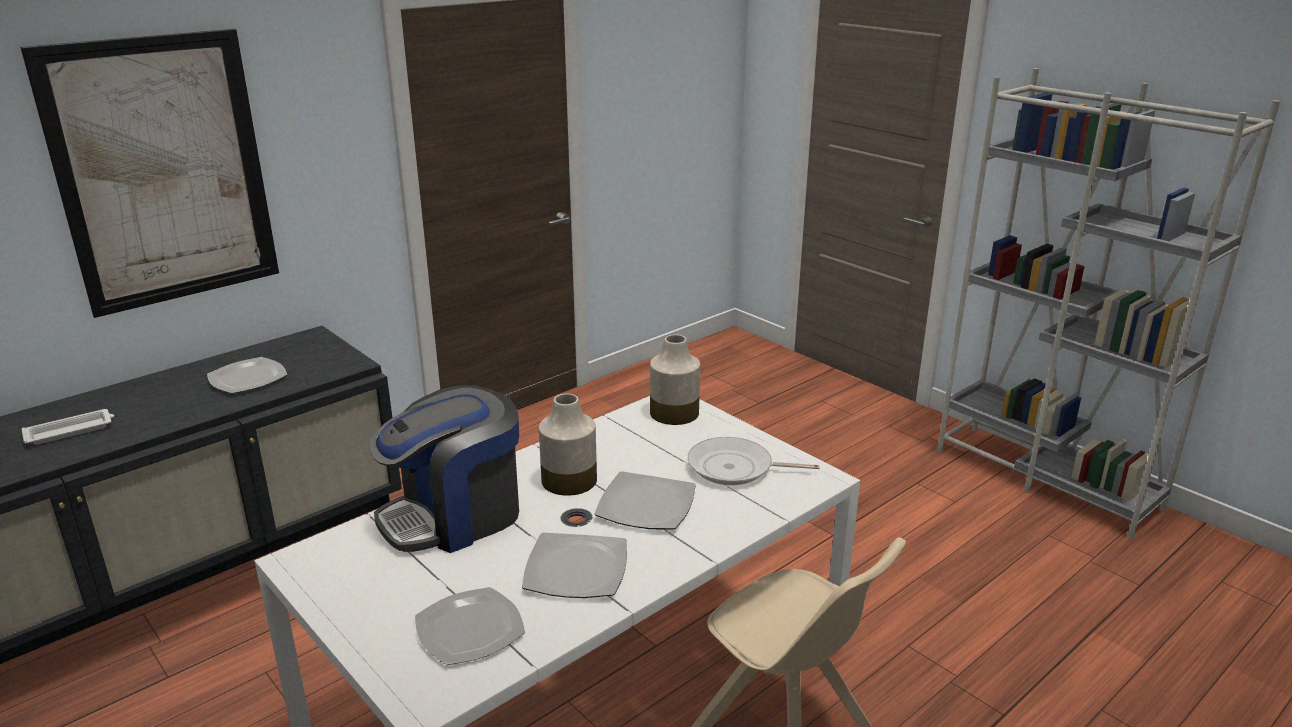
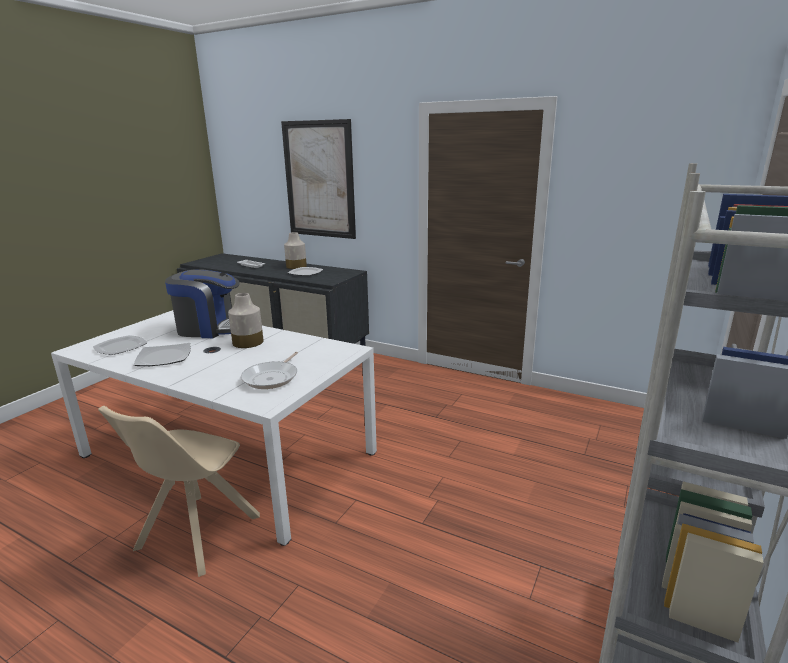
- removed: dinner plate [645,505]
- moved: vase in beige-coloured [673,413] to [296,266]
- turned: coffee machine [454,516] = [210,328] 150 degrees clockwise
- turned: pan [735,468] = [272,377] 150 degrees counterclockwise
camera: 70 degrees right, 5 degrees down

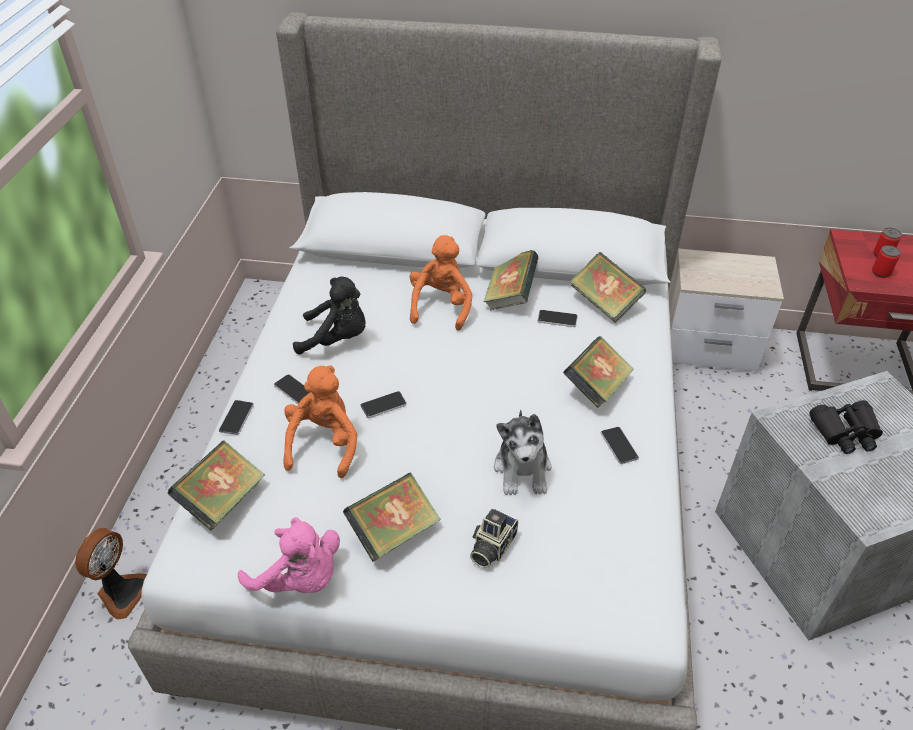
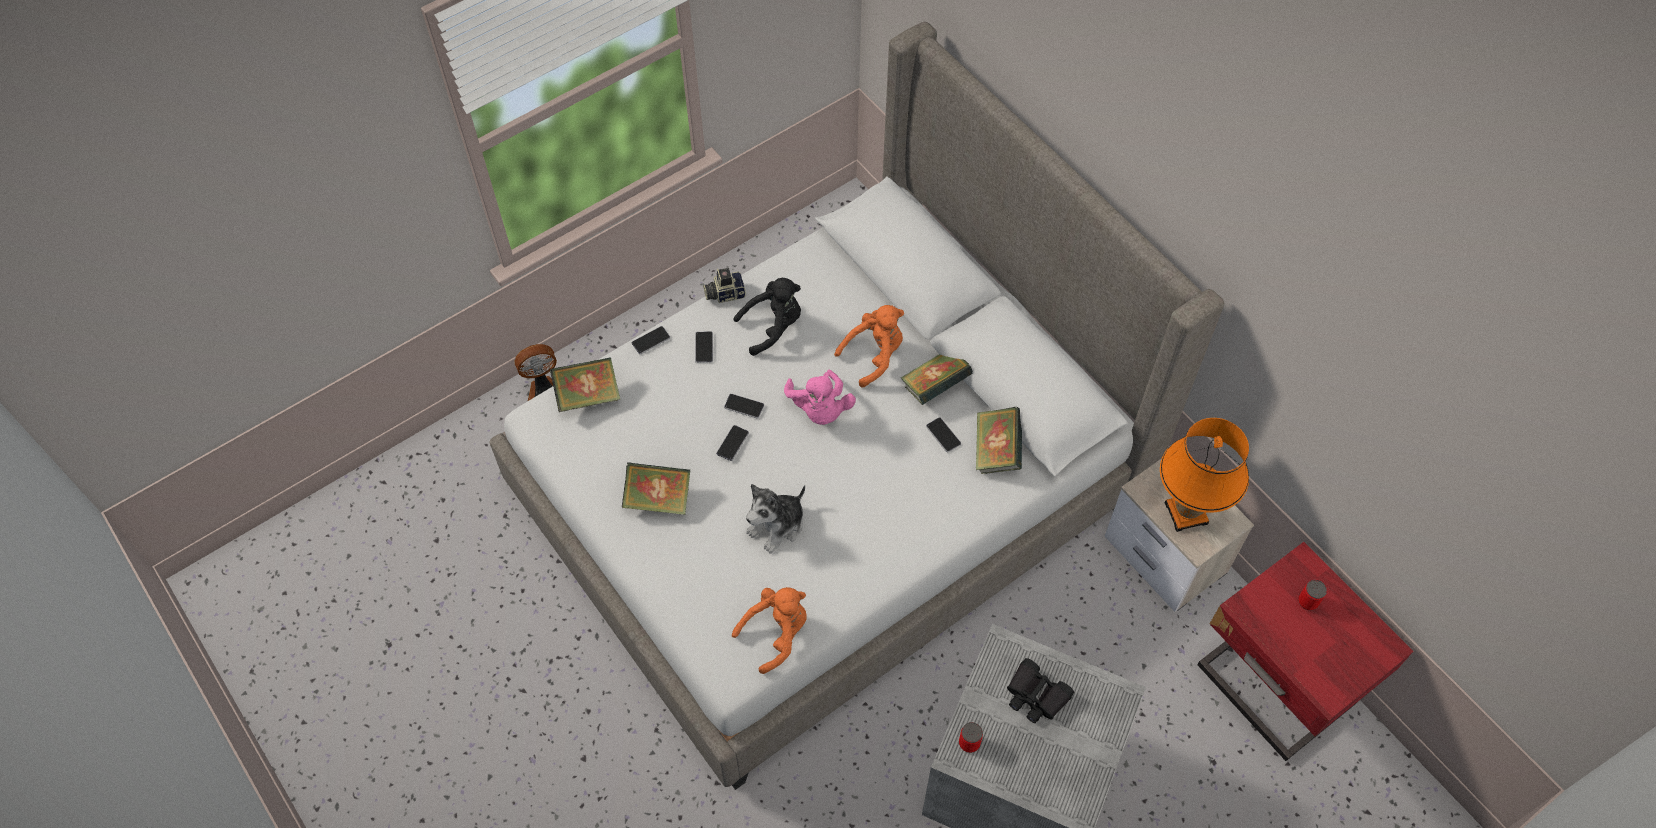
- removed: volume [596,387]
- added: lamp for a table in orangey [1186,513]
- moved: cuddly toy in pink [300,579] to [820,409]
- moved: cuddly toy in orangey [324,443] to [776,633]
- moved: still camera [491,546] to [724,293]
- moved: handset [619,446] to [732,443]
- moved: metal can [881,272] to [969,743]
- turned: cuddly toy in blackish [337,339] = [773,326] 75 degrees counterclockwise
camera: 45 degrees right, 15 degrees up

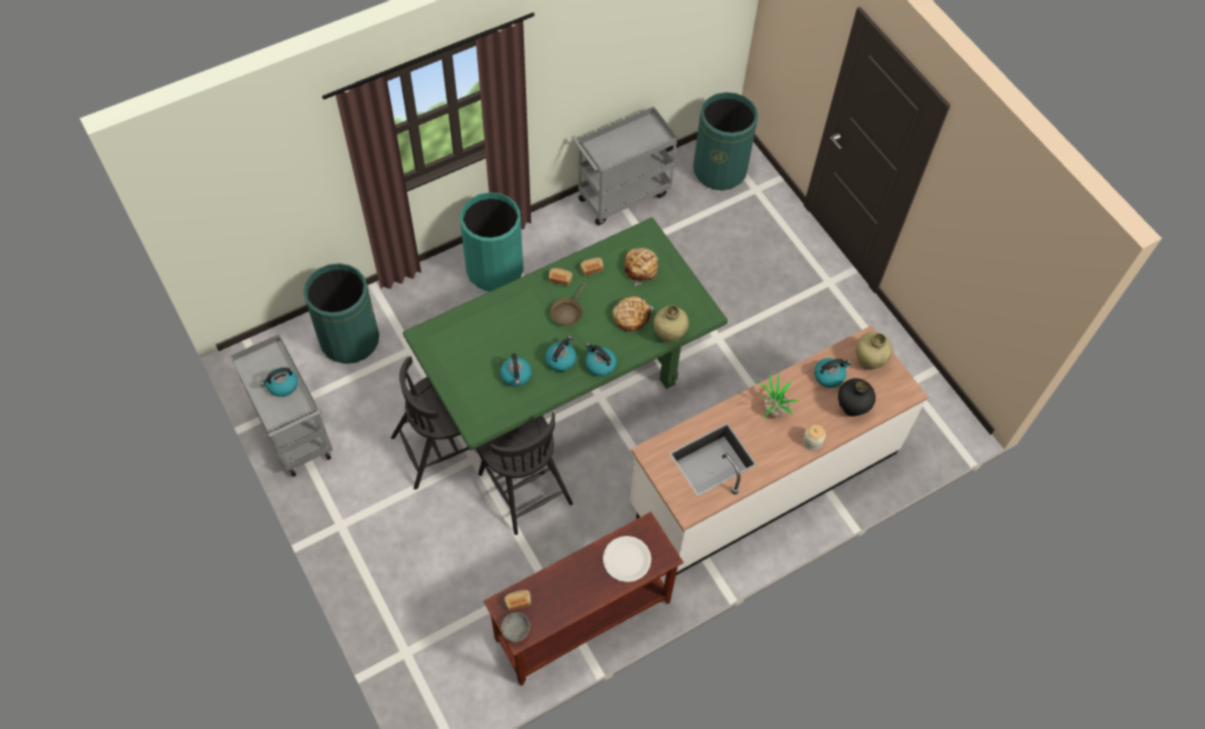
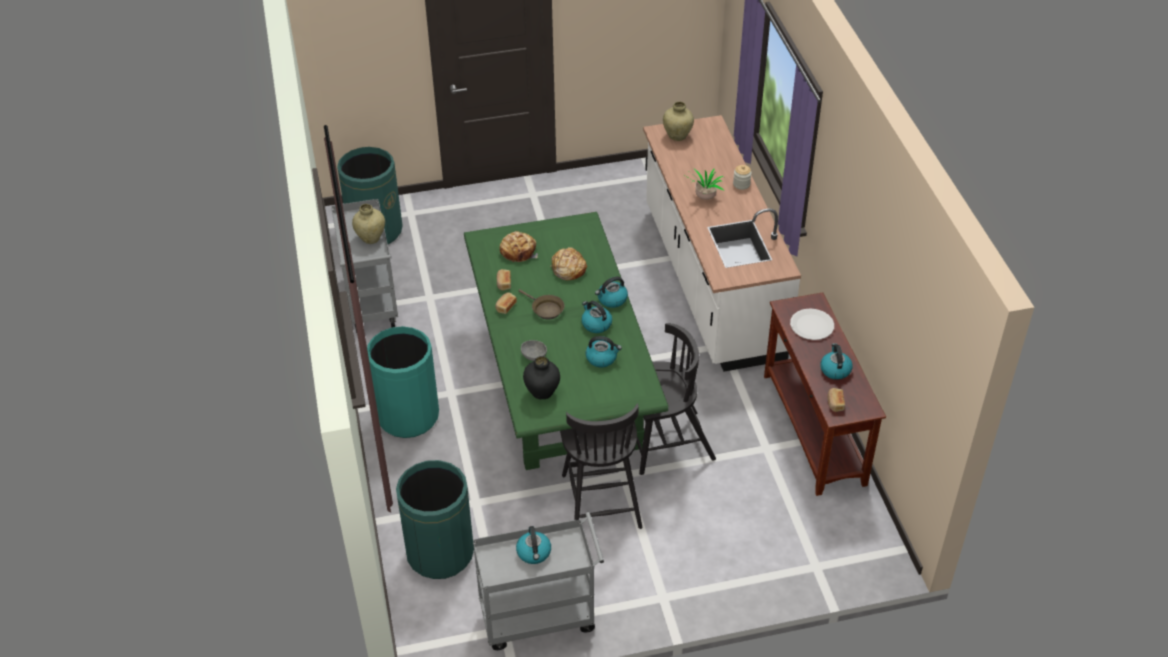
- moved: deep dish in gray [516,630] to [534,355]
- moved: vase in beige-coloured [669,334] to [371,238]
- moved: kettle [829,376] to [835,369]
- moved: vase in blackish [851,407] to [542,393]
camera: 70 degrees left, 15 degrees down

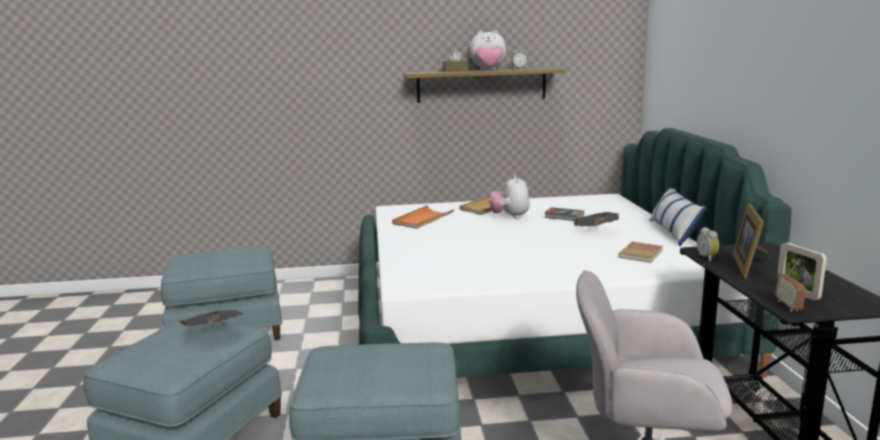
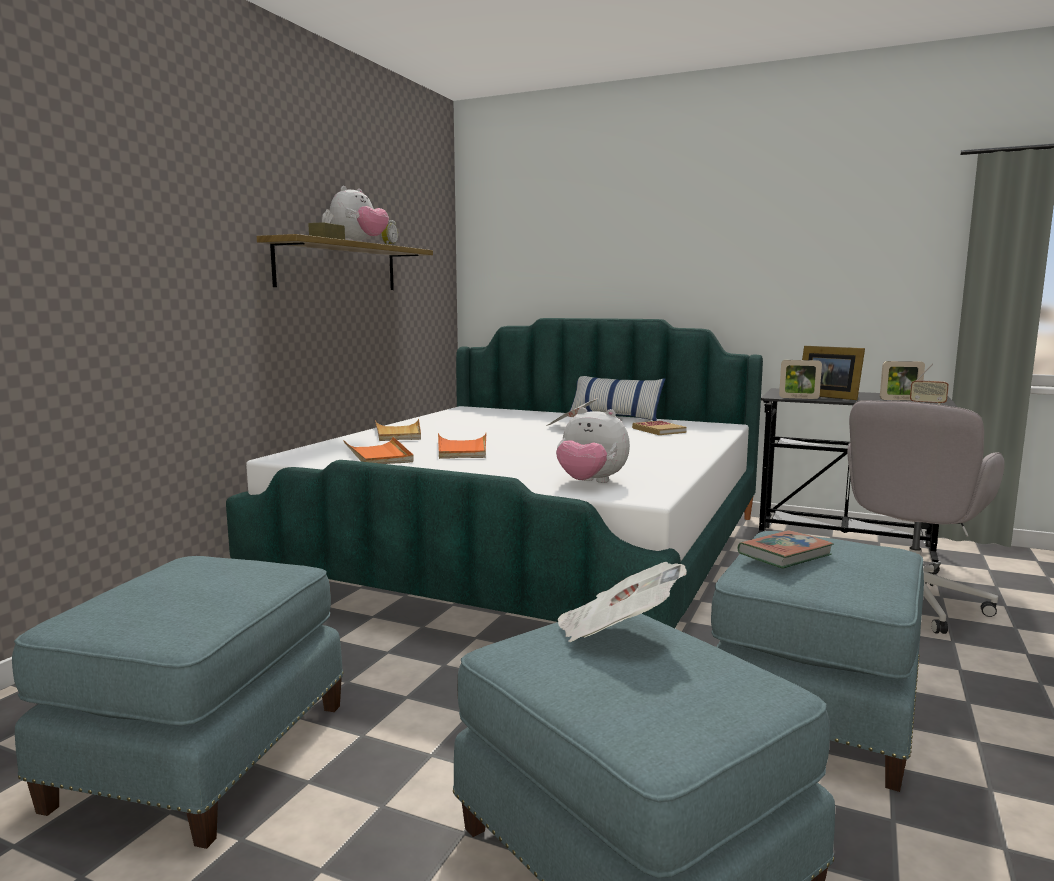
- added: tray in orangey [462,449]
- moved: cuddly toy [510,217] to [590,483]
- moved: volume [564,217] to [784,554]
- replaced: bedside clock [707,258] to picture frame [799,398]
camera: 60 degrees left, 5 degrees down

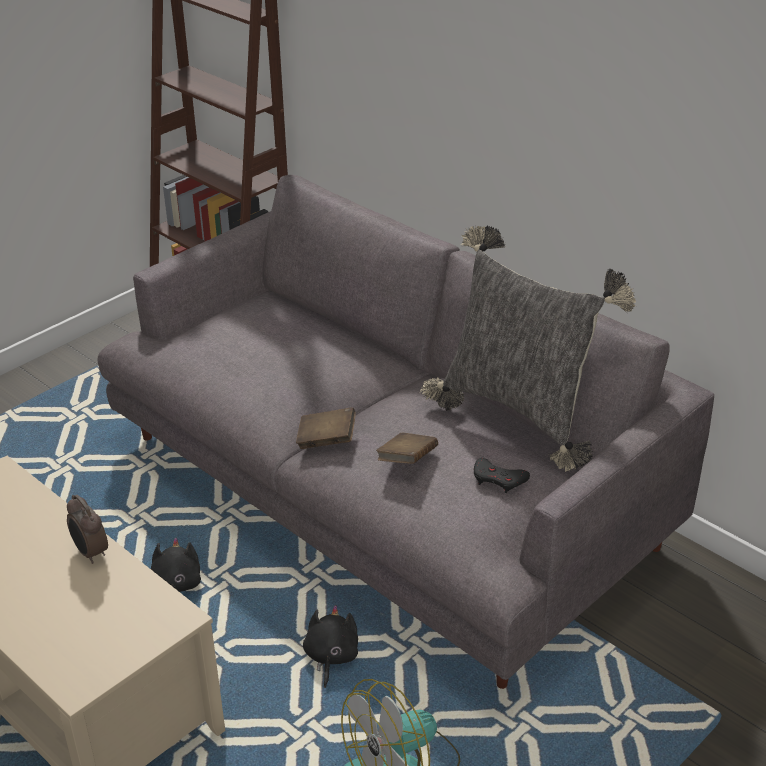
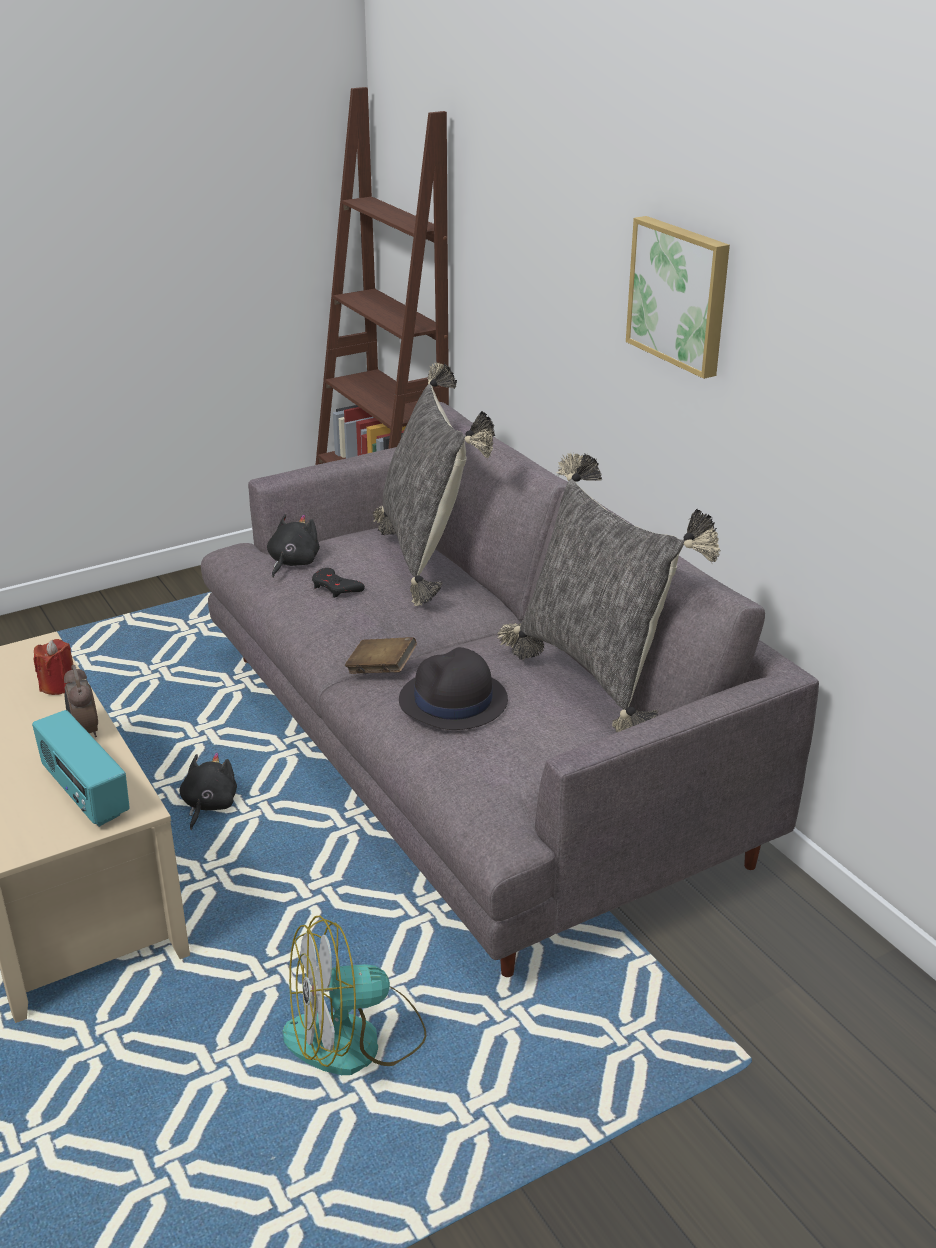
- added: radio [84,795]
- added: wax candle in reddish [59,685]
- added: cushion [432,566]
- added: picture [680,294]
- moved: cuddly toy in blackish [331,657] to [292,563]
- moved: joypad in blackish [498,479] to [336,588]
- replaced: volume in brownish [407,461] to wearable hat in blackish [453,701]
camera: 15 degrees right, 5 degrees down

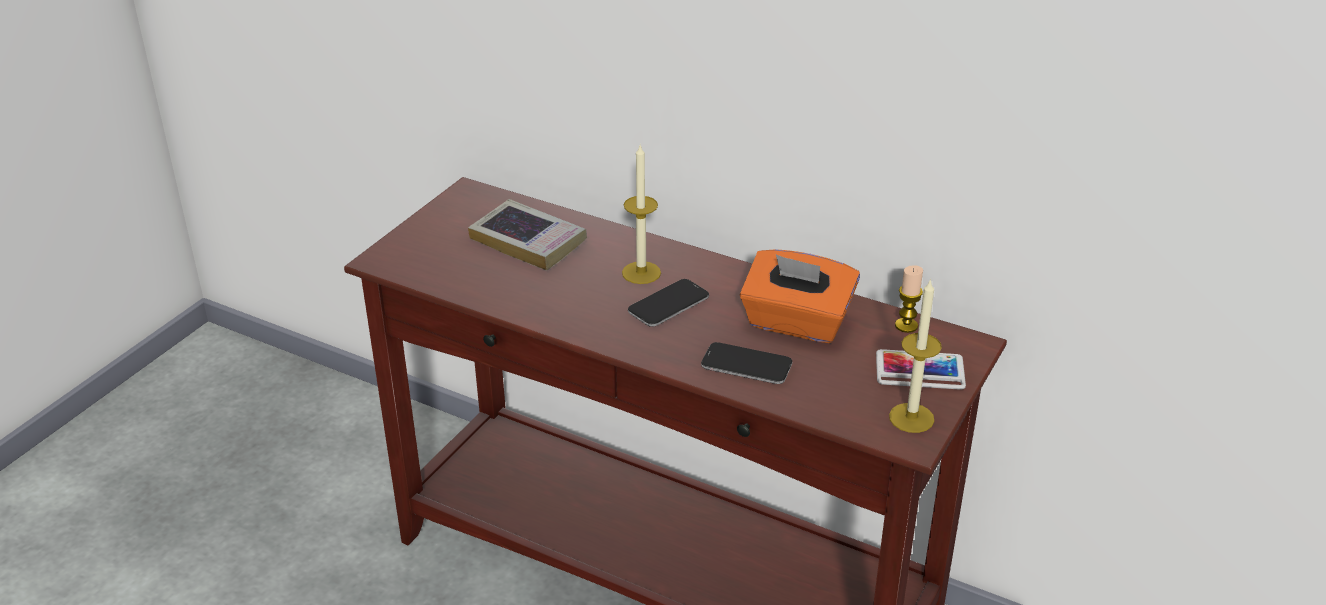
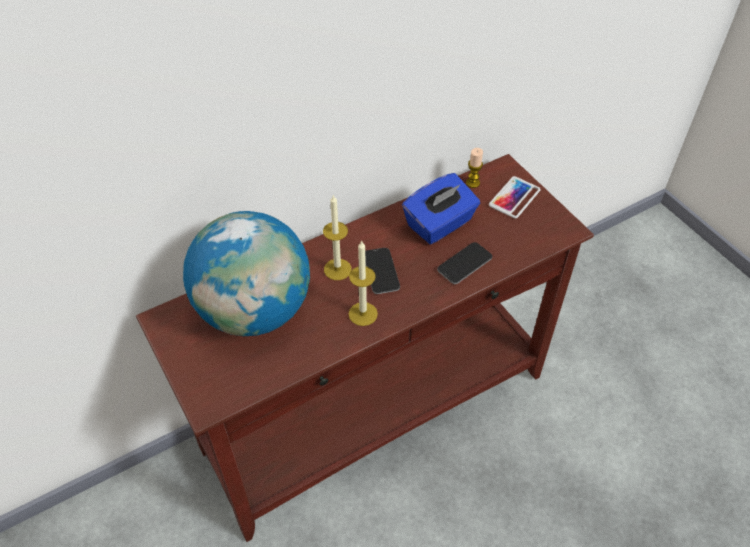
- moved: wax candle [911,418] to [363,314]
- replaced: volume [528,241] to world globe [255,311]
- recoloured: tissue box in orangey [796,323] to tissue box in bluish [440,224]
camera: 60 degrees left, 15 degrees up

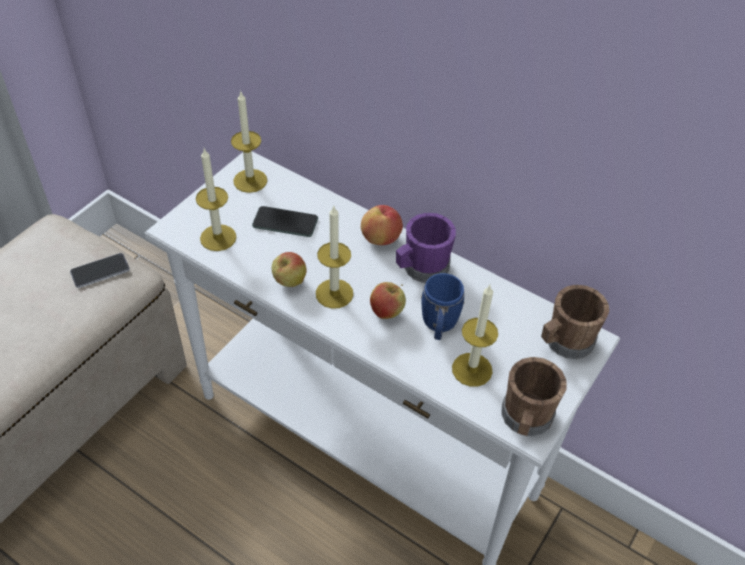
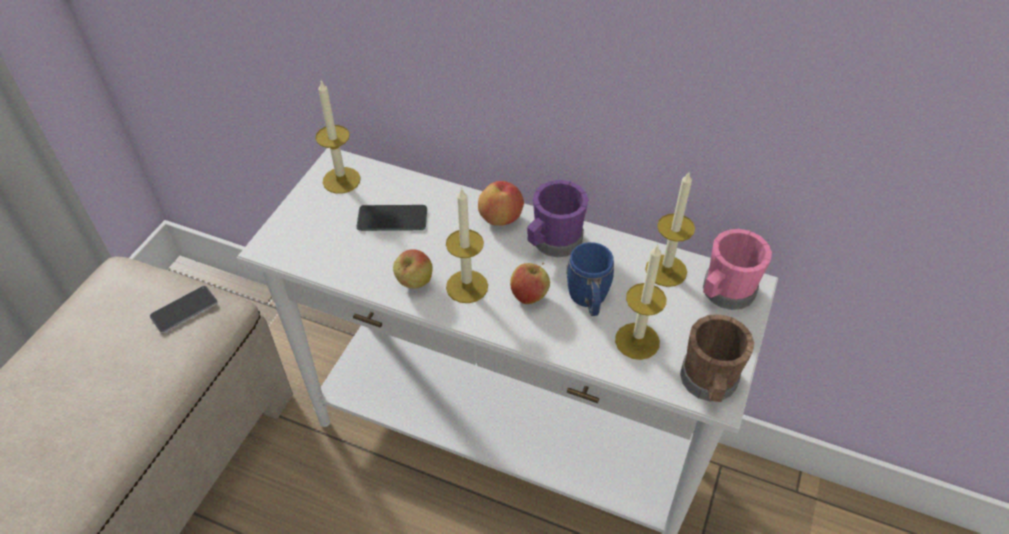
- moved: wax candle [218,237] to [666,270]
- recoloured: coffee mug in brownish [564,342] to coffee mug in pink [724,293]
camera: 10 degrees left, 0 degrees up

